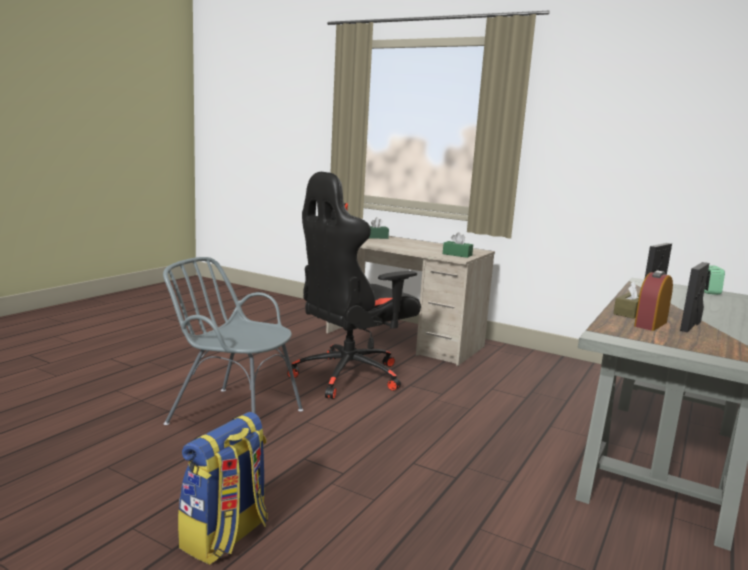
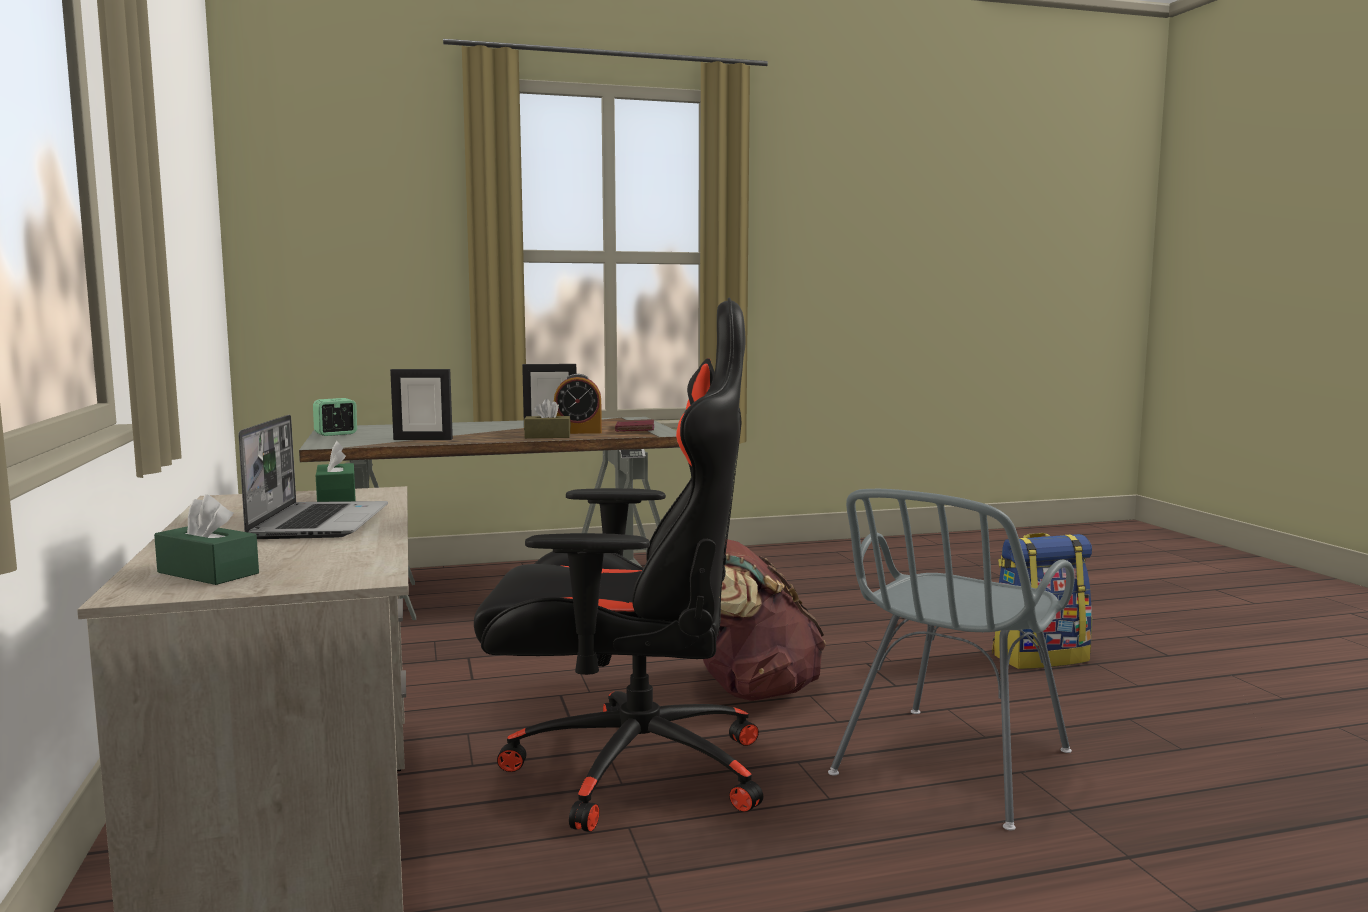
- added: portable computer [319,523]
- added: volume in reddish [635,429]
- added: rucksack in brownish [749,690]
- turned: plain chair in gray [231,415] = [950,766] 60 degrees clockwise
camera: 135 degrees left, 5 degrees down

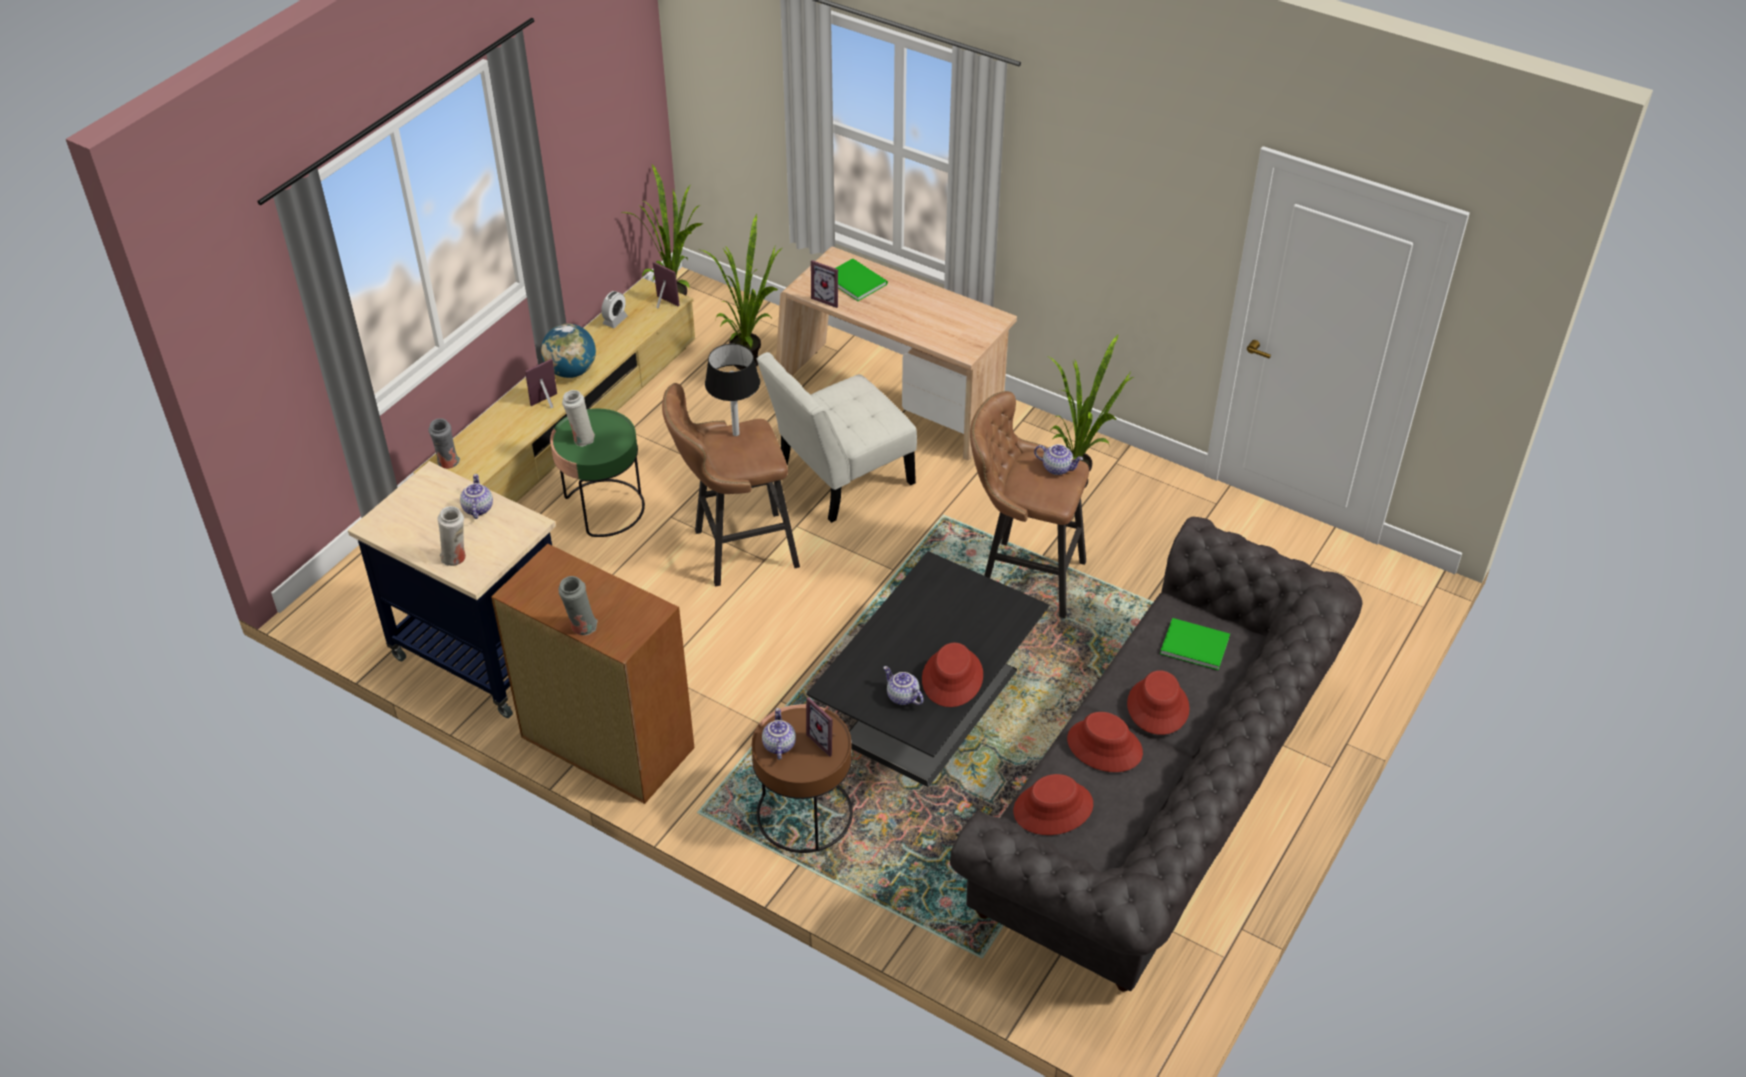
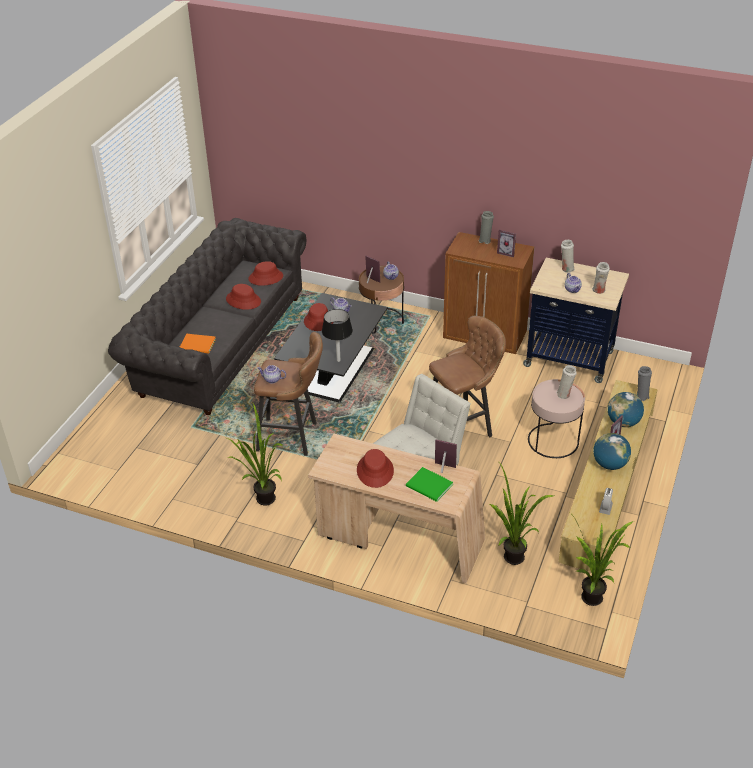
- added: vase in white-coloured [599,291]
- added: world globe [623,422]
- moved: picture frame [663,304] to [507,252]
- moved: lamp for a table in blackish [736,434] to [338,360]
- moved: wearable hat in reddish [1157,706] to [375,471]
- recoloured: end table in greenish [603,508] to end table in pink [552,441]
- recoloured: volume in greenish [1193,643] to volume in orangey [198,345]
camera: 170 degrees right, 5 degrees down

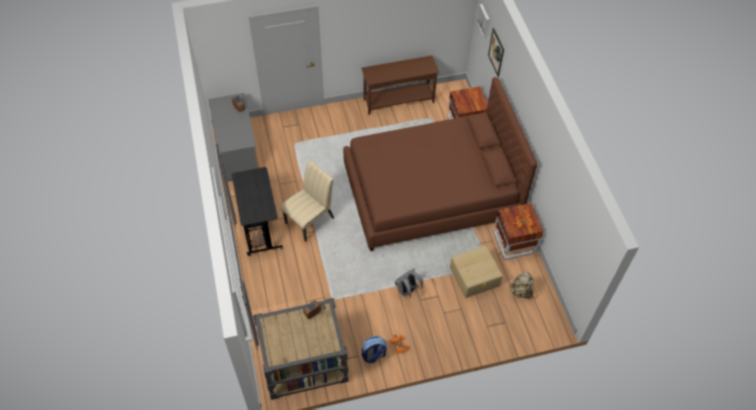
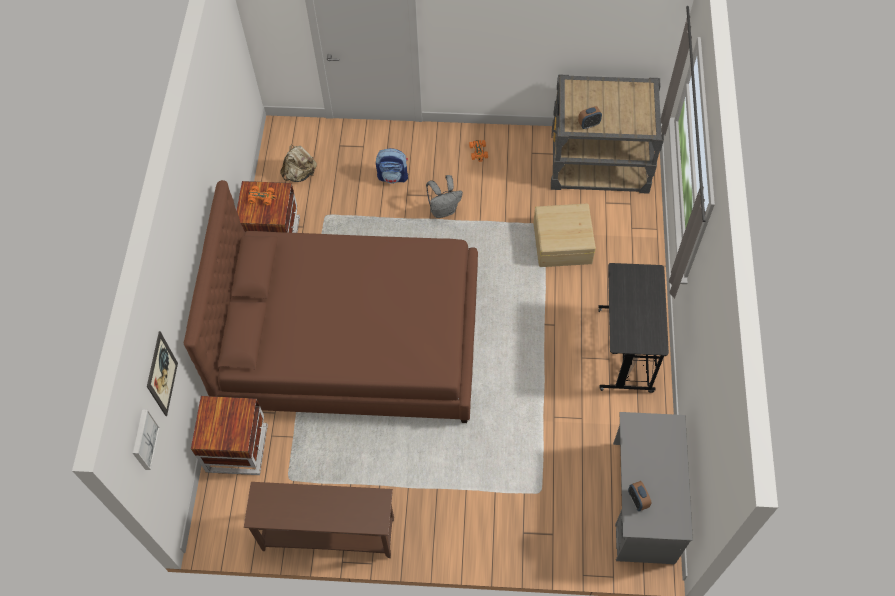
- removed: plain chair in beige-coloured [309,221]
- moved: rucksack [373,355] to [393,176]
- moved: storage container in beige-coloured [475,276] to [561,242]
camera: 160 degrees left, 5 degrees up

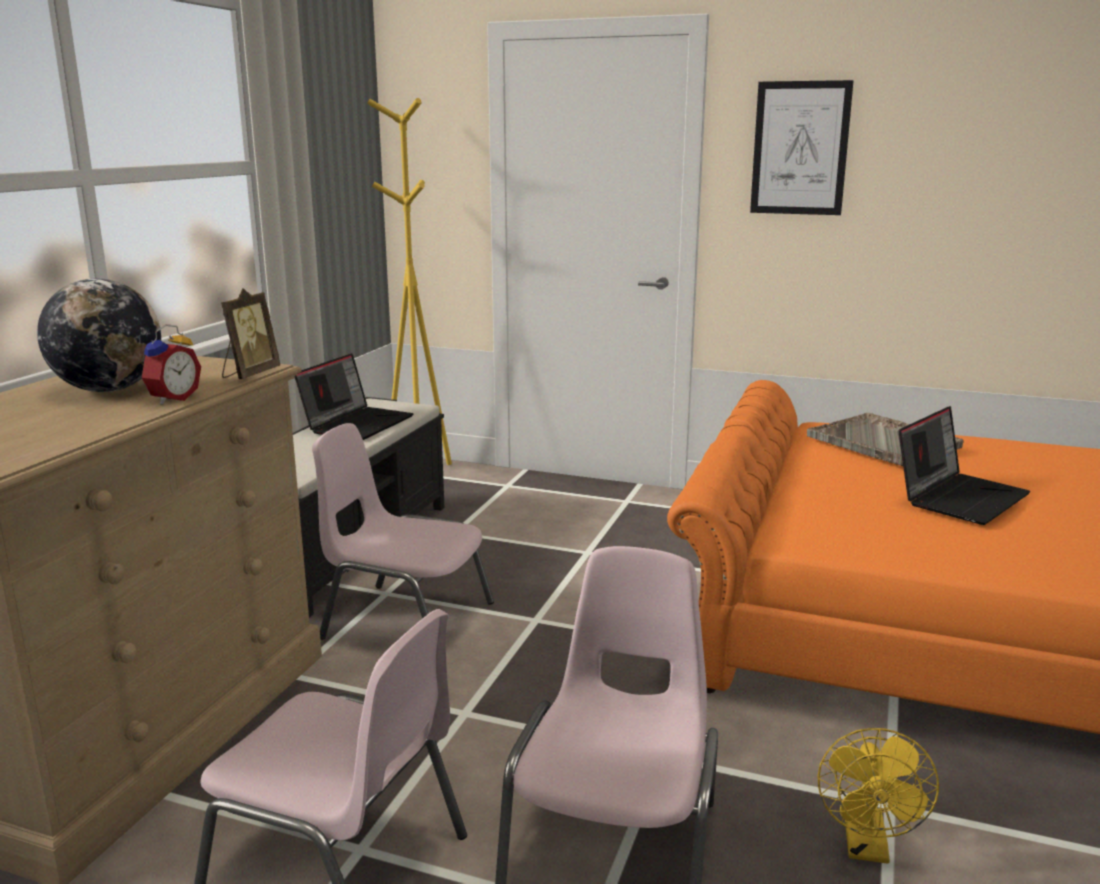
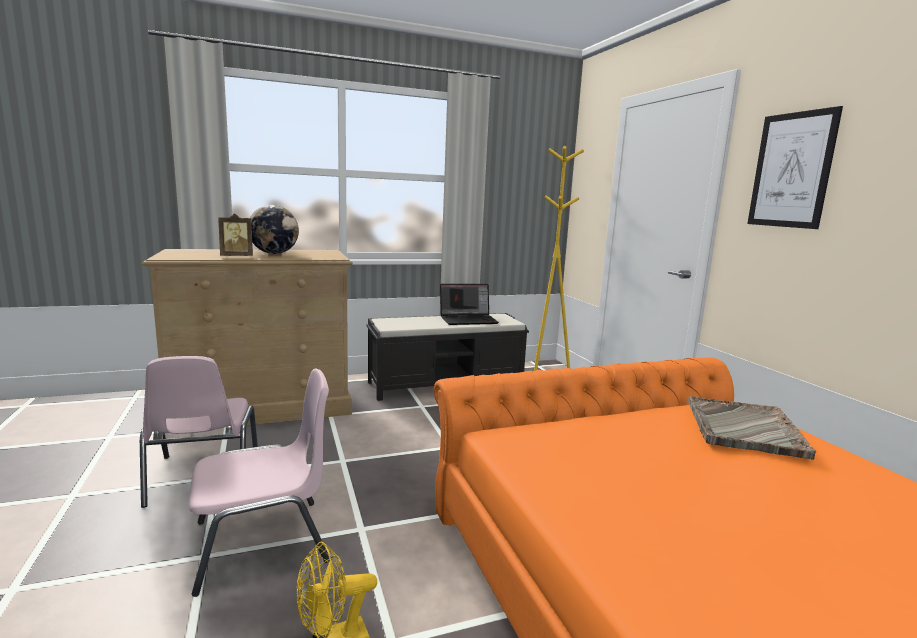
- removed: bedside clock [172,399]
- removed: plain chair in pink [406,620]
- removed: portable computer [959,497]
- moved: picture frame [249,374] to [237,256]
camera: 50 degrees right, 5 degrees down

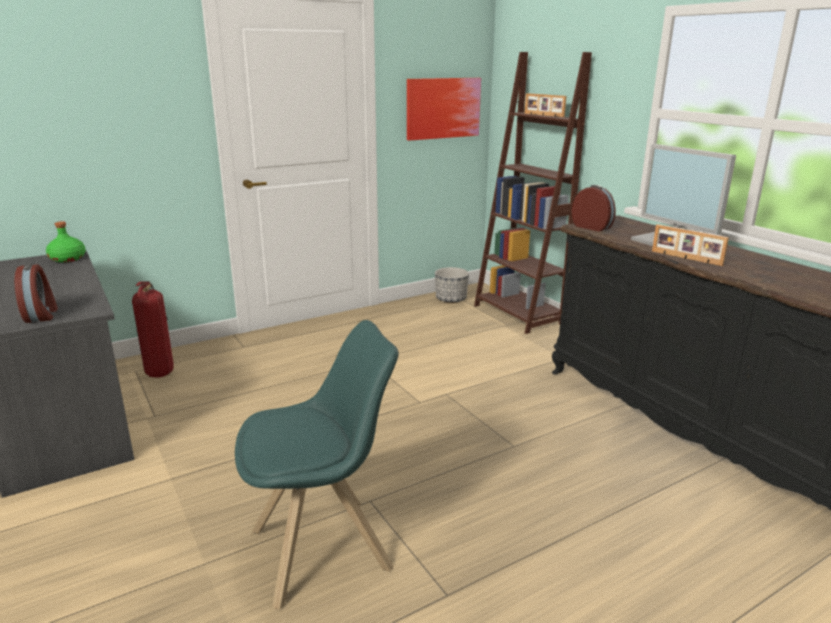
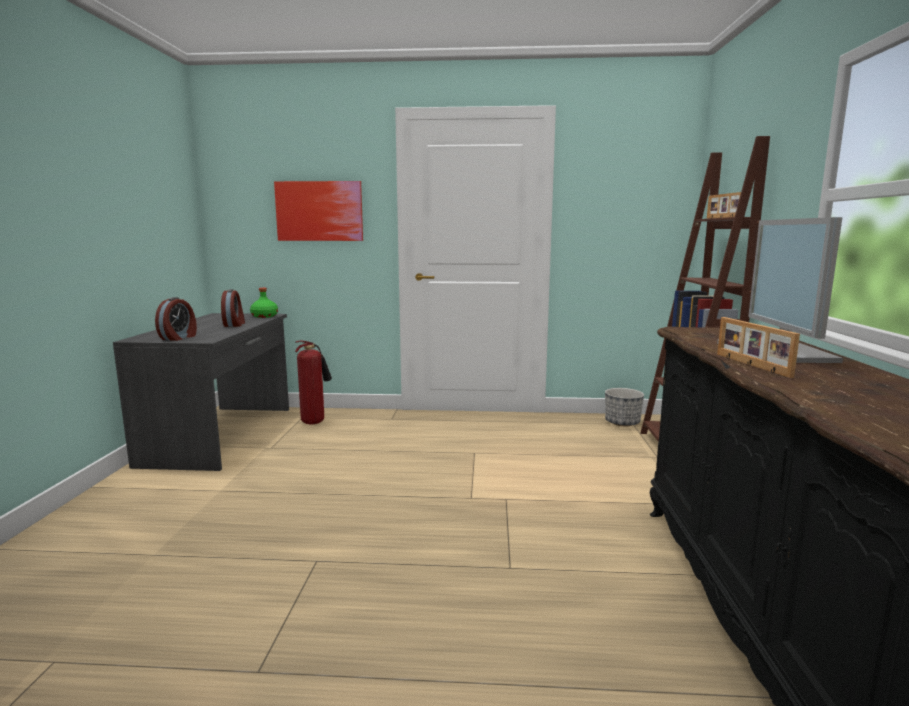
- removed: plain chair in blue-green [322,550]
- moved: picture [443,108] to [319,211]
- moved: bedside clock [592,227] to [234,324]
camera: 35 degrees right, 10 degrees down

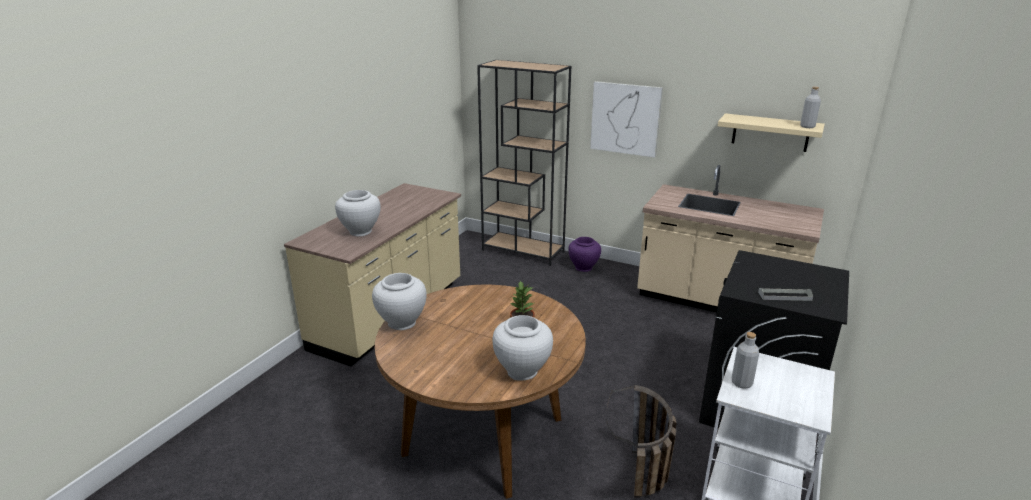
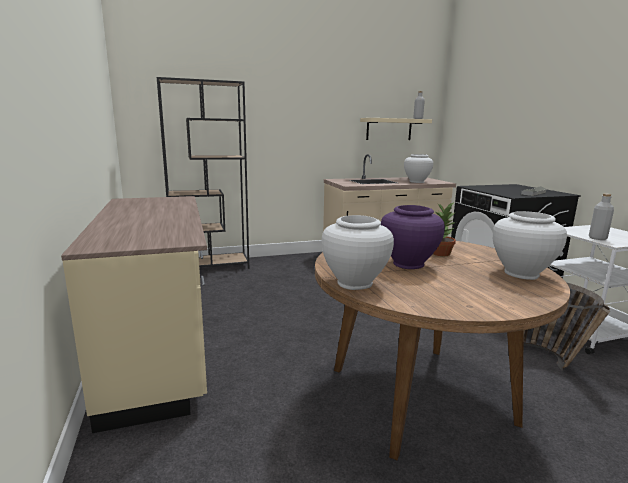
- removed: picture [625,118]
- moved: vase in white-coloured [360,231] to [416,182]
- moved: vase in purple-coloured [583,268] to [408,264]
camera: 45 degrees left, 10 degrees down

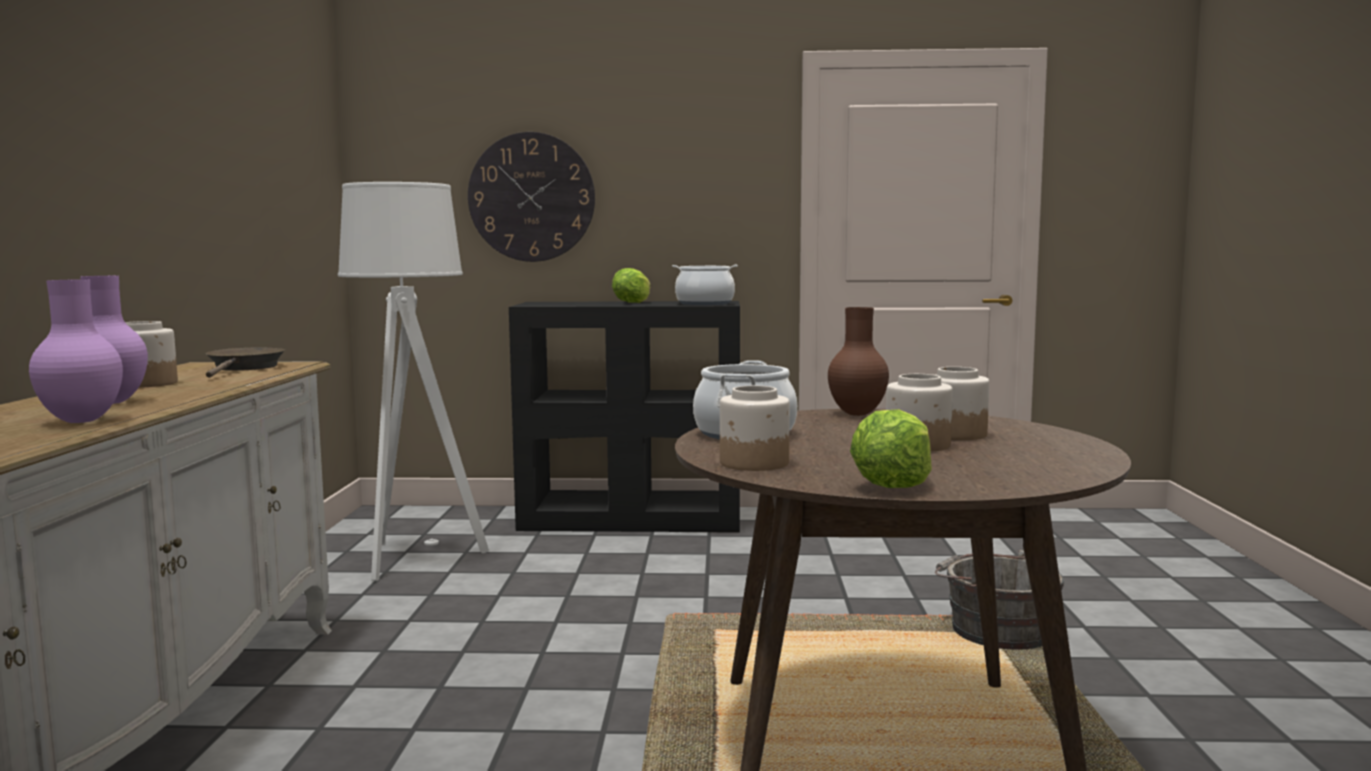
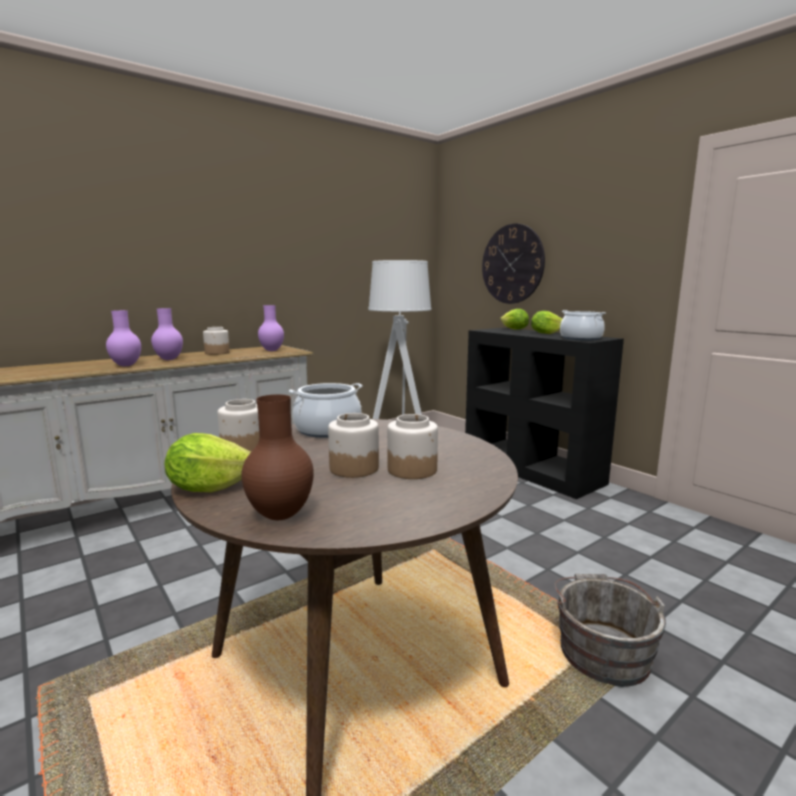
- added: head of lettuce [514,329]
- moved: vase in brownish [856,414] to [279,515]
- replaced: pan in brownish [244,368] to vase in purple-coloured [272,350]
camera: 50 degrees right, 5 degrees up

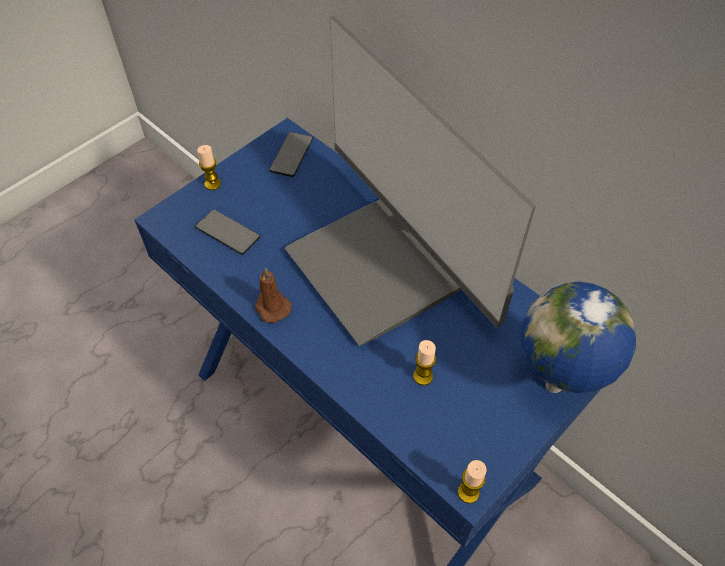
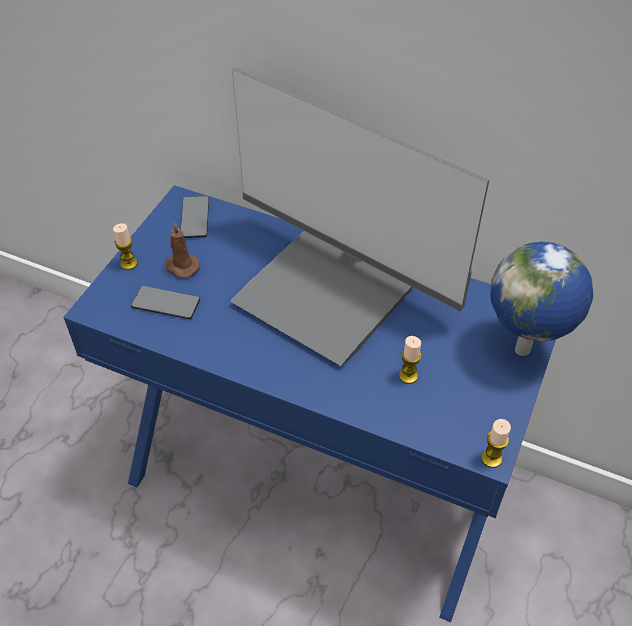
- moved: wax candle in brownish [271,306] to [181,266]
camera: 20 degrees left, 5 degrees down

